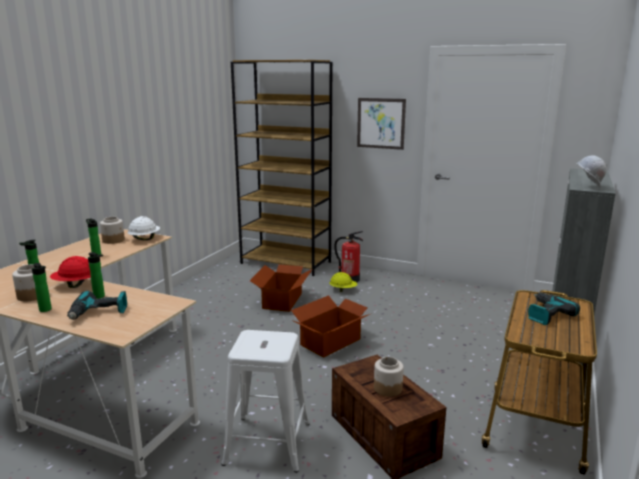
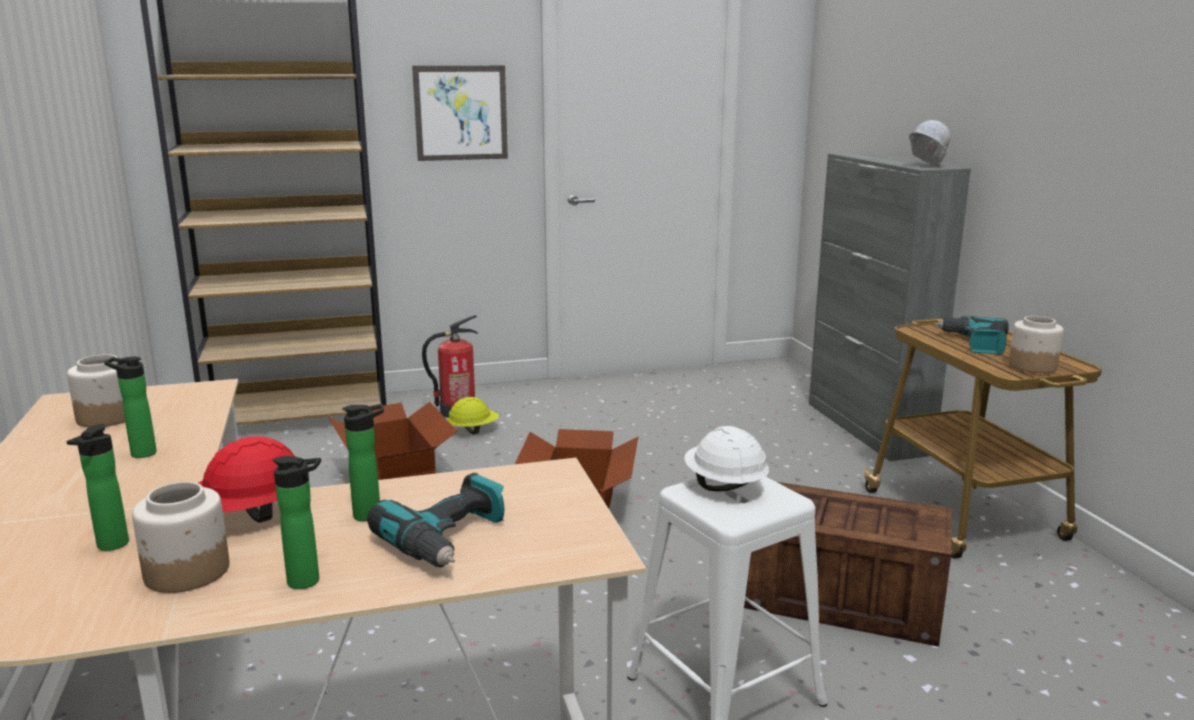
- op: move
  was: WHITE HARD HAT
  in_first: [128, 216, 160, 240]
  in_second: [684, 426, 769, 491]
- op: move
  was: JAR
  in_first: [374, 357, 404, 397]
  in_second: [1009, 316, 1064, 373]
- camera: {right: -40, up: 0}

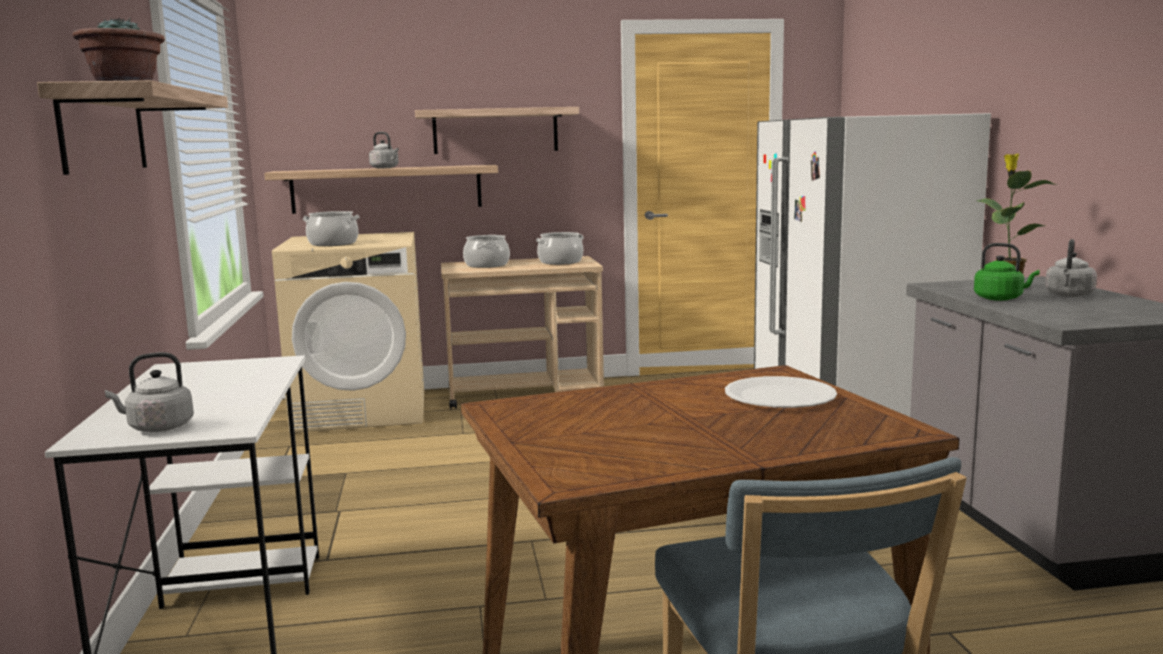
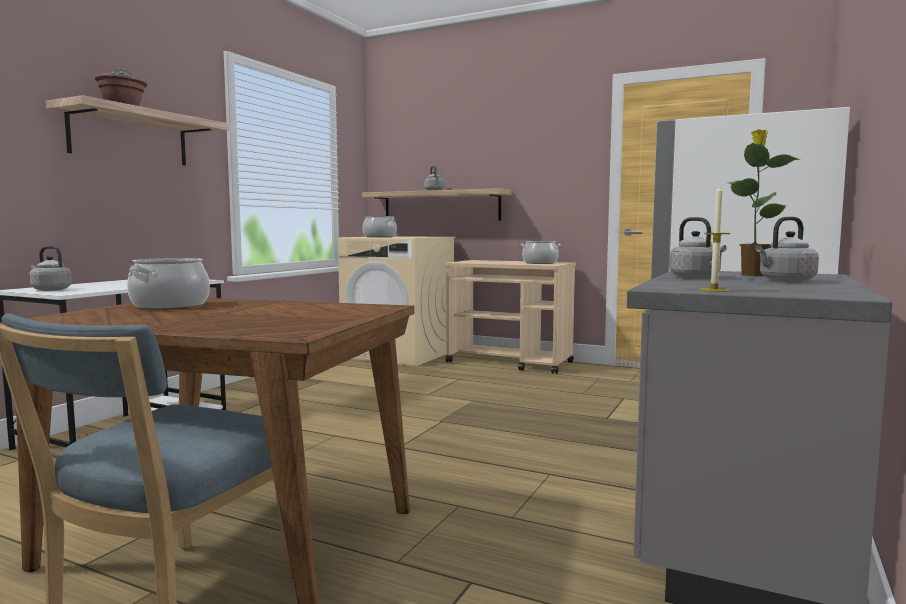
- op: delete
  was: SHELF
  in_first: [415, 107, 579, 154]
- op: move
  was: COOKING POT
  in_first: [463, 235, 510, 268]
  in_second: [127, 258, 210, 309]
- op: recolor
  was: GREEN KETTLE
  now: GREY KETTLE
  in_first: [974, 243, 1040, 301]
  in_second: [669, 217, 727, 279]
- op: delete
  was: WHITE PLATE
  in_first: [725, 376, 837, 408]
- op: insert
  now: CANDLE
  in_second: [699, 184, 730, 292]
- camera: {right: 35, up: -5}

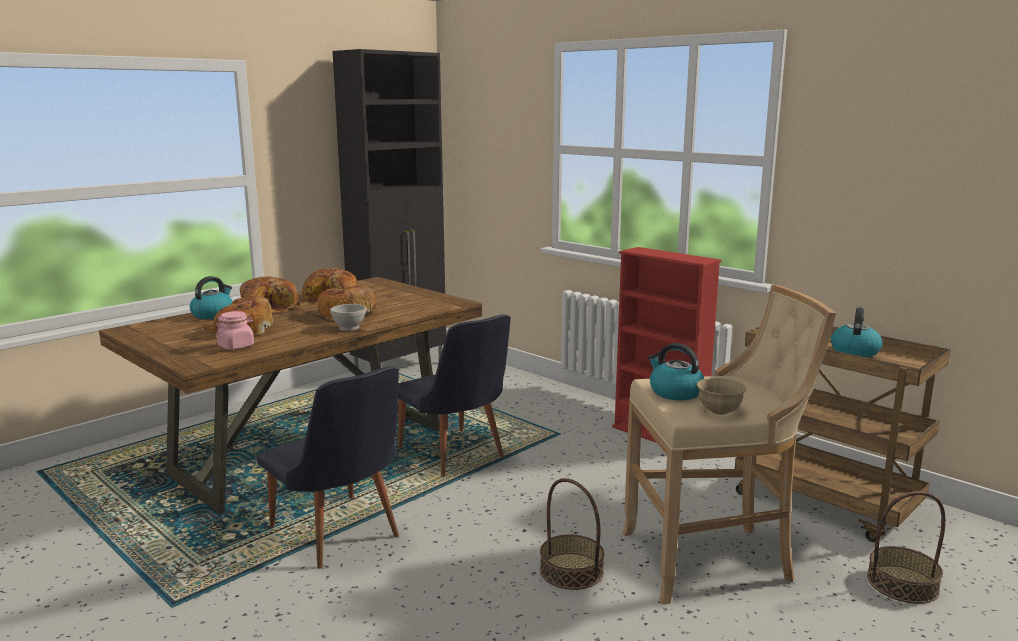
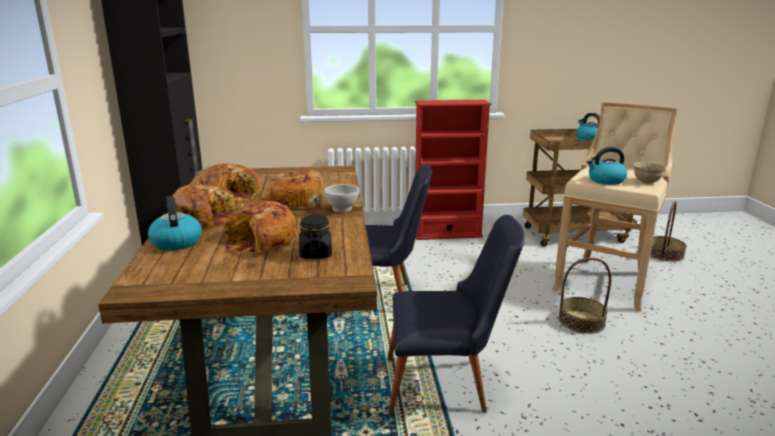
- op: recolor
  was: PINK JAR
  now: BLACK JAR
  in_first: [216, 311, 254, 350]
  in_second: [299, 215, 332, 259]
- camera: {right: -50, up: 5}

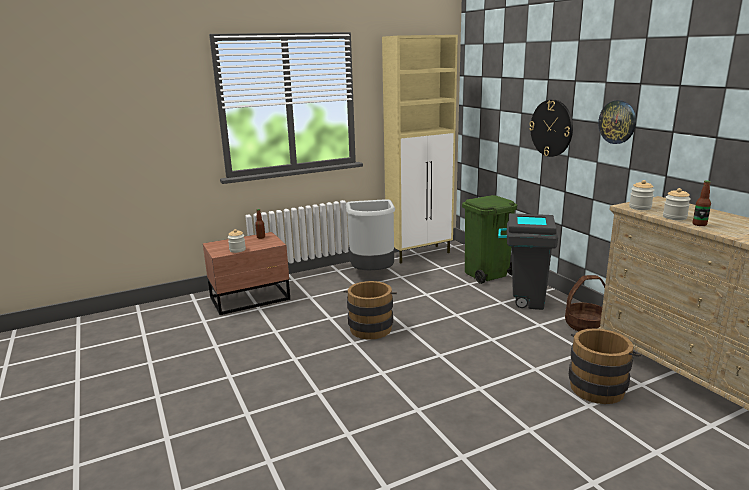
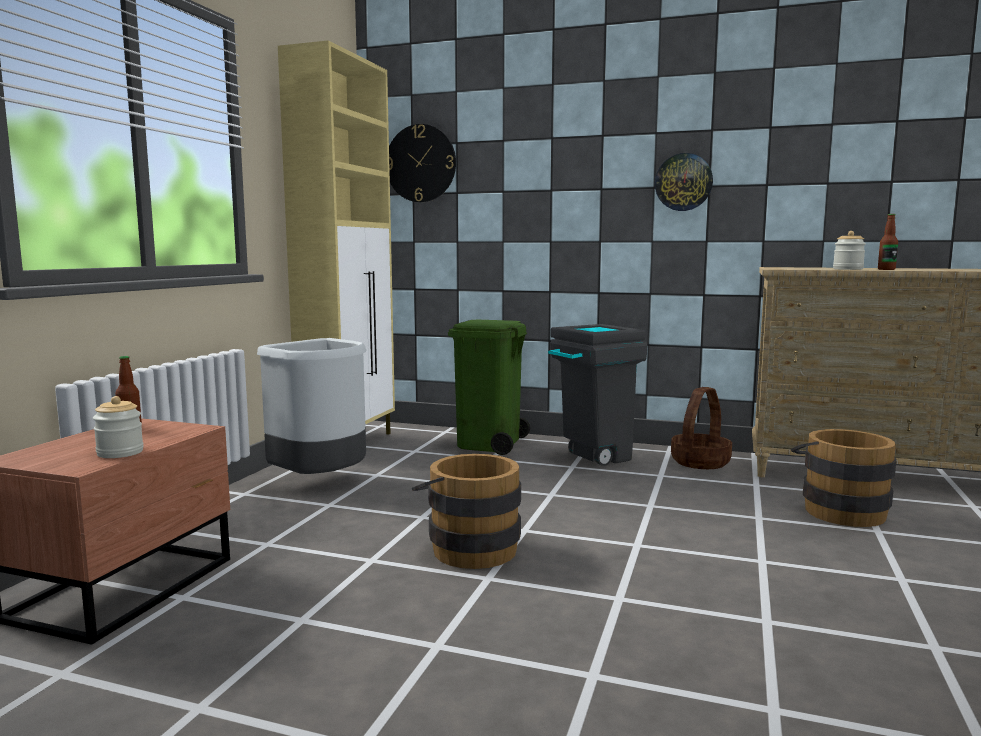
- op: move
  was: WALL CLOCK
  in_first: [529, 100, 573, 157]
  in_second: [389, 124, 456, 202]
- op: delete
  was: JAR
  in_first: [629, 180, 654, 210]
- camera: {right: -45, up: -10}

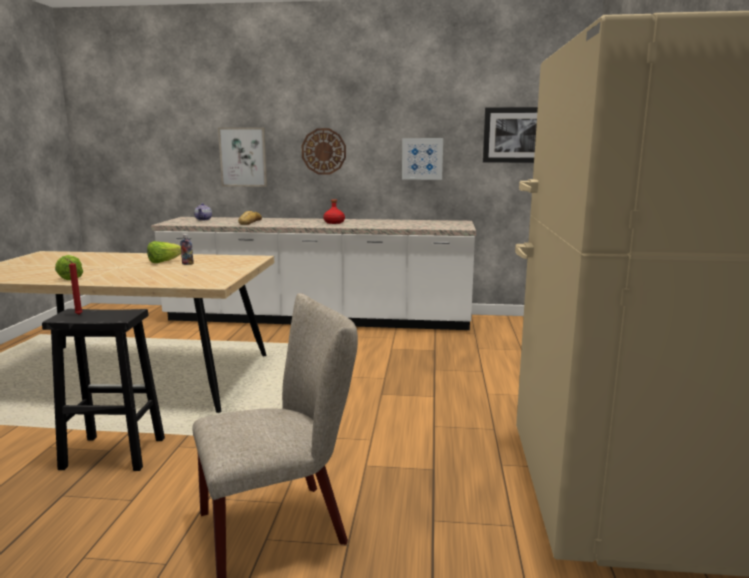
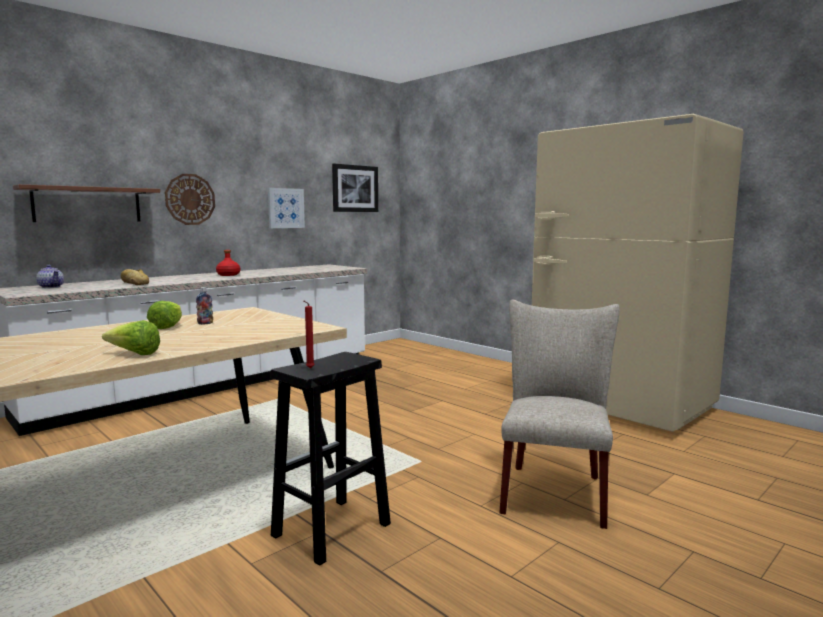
- op: replace
  was: PICTURE
  now: BROWN SHELF
  in_first: [218, 127, 267, 187]
  in_second: [13, 184, 160, 222]
- camera: {right: -50, up: -5}

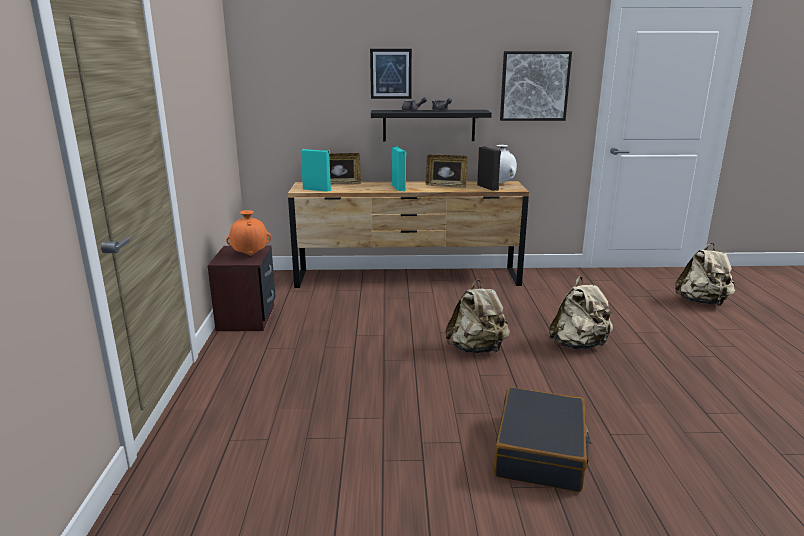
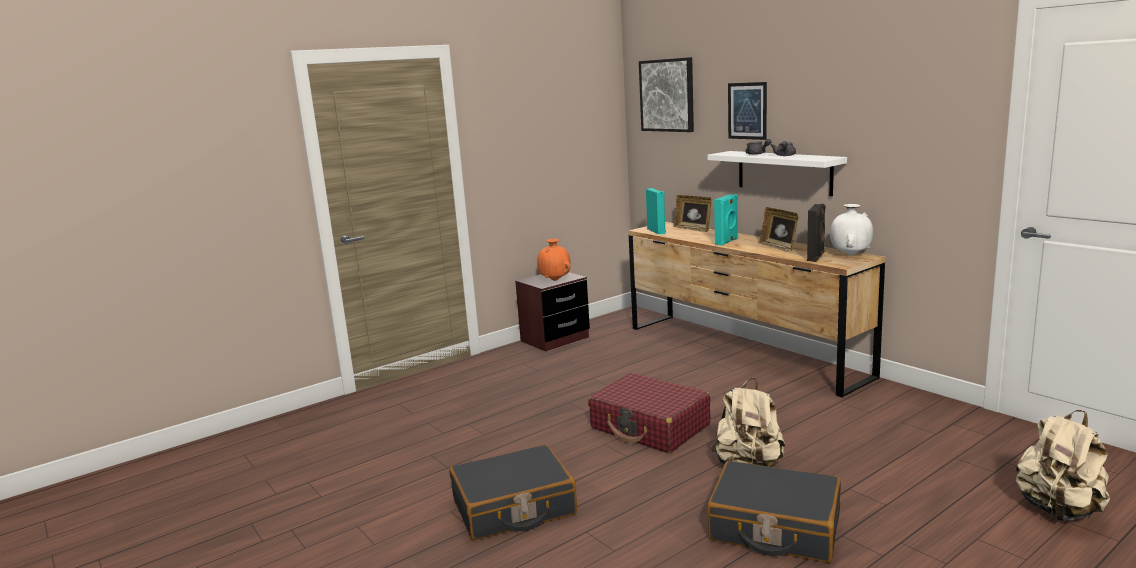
- op: move
  was: PICTURE
  in_first: [500, 51, 572, 121]
  in_second: [639, 57, 694, 132]
- op: recolor
  was: BLACK SHELF
  now: WHITE SHELF
  in_first: [371, 110, 492, 141]
  in_second: [708, 151, 847, 196]
- op: replace
  was: BEIGE BACKPACK
  now: RED SUITCASE
  in_first: [445, 280, 510, 353]
  in_second: [588, 373, 711, 453]
- op: insert
  now: BLACK SUITCASE
  in_second: [707, 461, 841, 563]
- camera: {right: 55, up: -5}

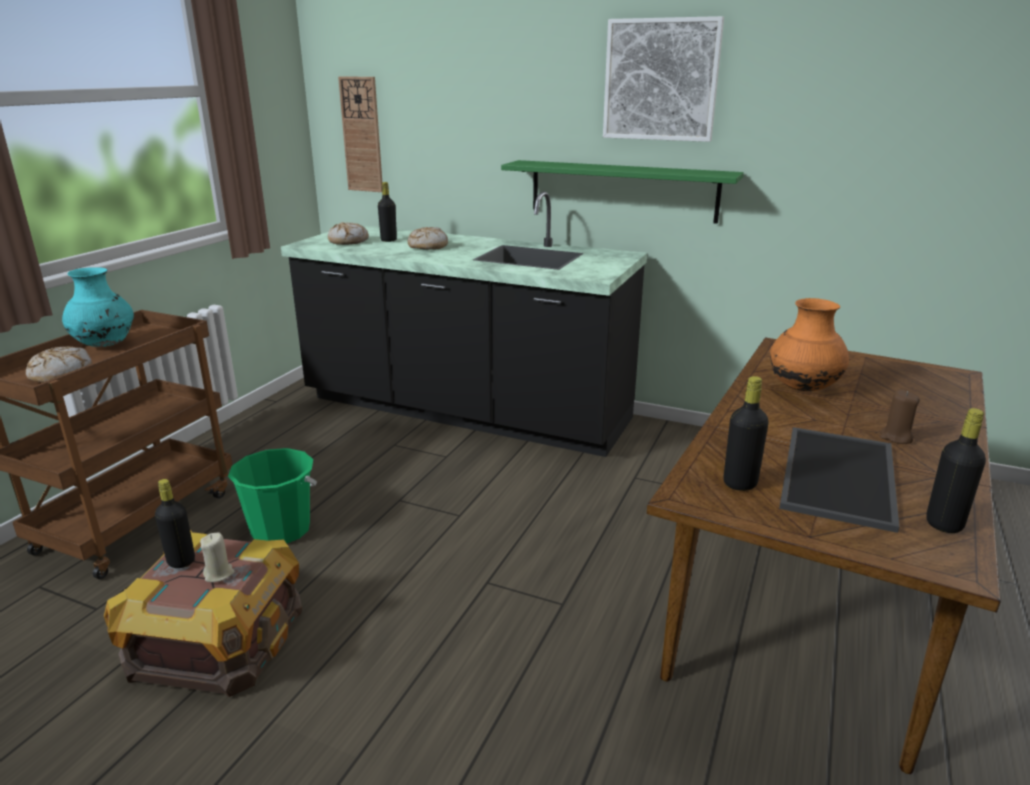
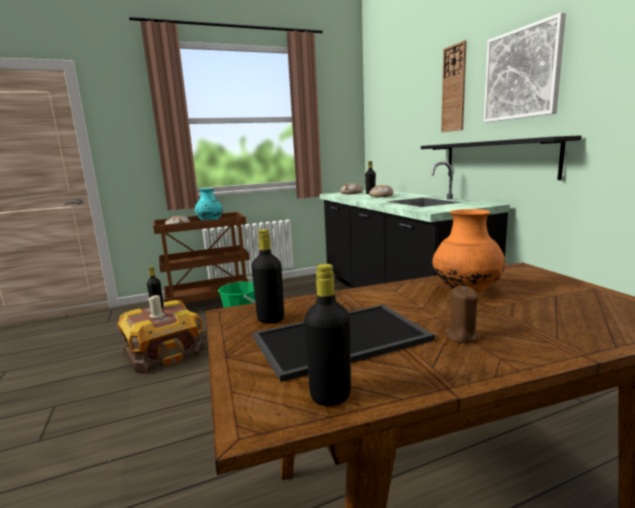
- op: move
  was: WALL CLOCK
  in_first: [338, 76, 382, 192]
  in_second: [441, 40, 467, 132]
- op: recolor
  was: GREEN SHELF
  now: BLACK SHELF
  in_first: [501, 160, 744, 224]
  in_second: [421, 135, 582, 180]
- camera: {right: 45, up: -10}

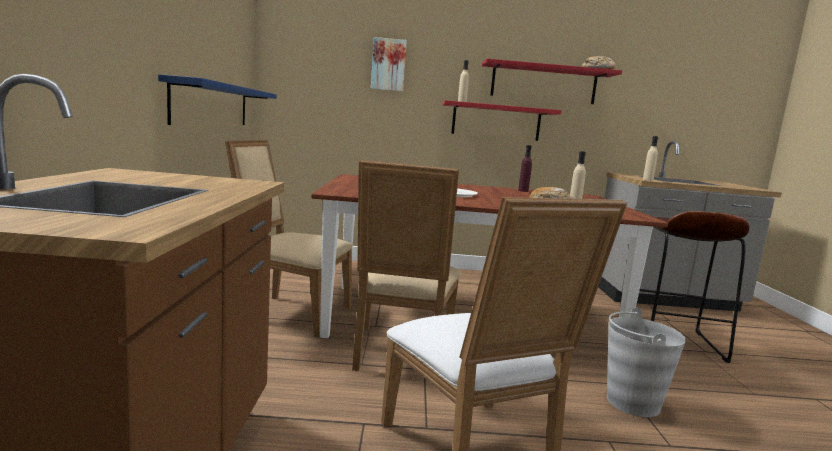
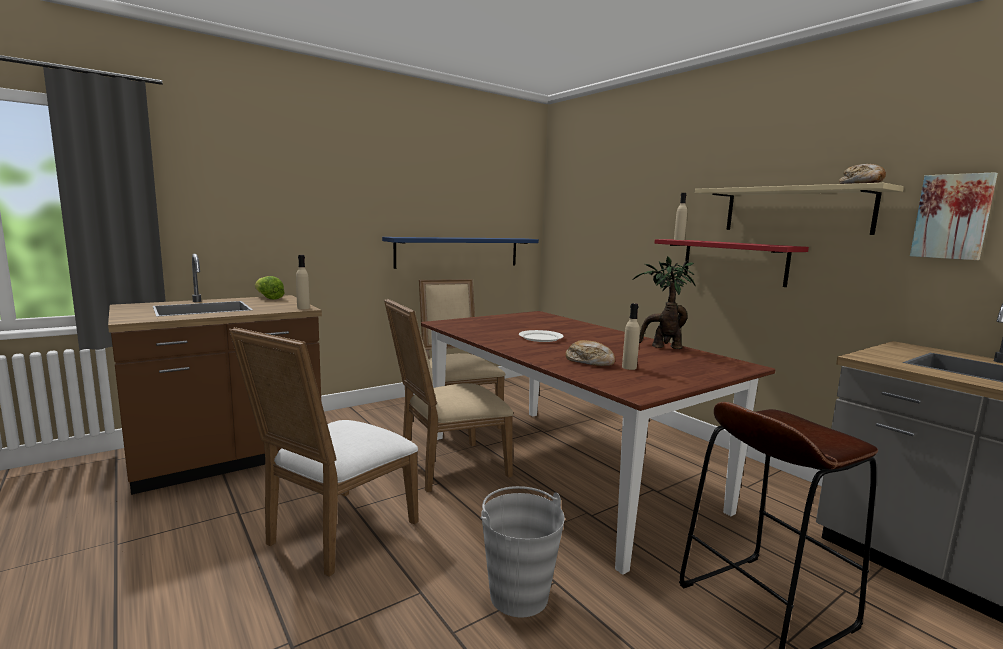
- op: move
  was: PICTURE
  in_first: [371, 37, 407, 92]
  in_second: [910, 172, 998, 260]
- op: recolor
  was: RED SHELF
  now: BEIGE SHELF
  in_first: [482, 59, 622, 104]
  in_second: [695, 183, 904, 235]
- op: move
  was: BEIGE BOTTLE
  in_first: [643, 136, 658, 181]
  in_second: [296, 255, 310, 309]
- op: replace
  was: PURPLE BOTTLE
  now: POTTED PLANT
  in_first: [518, 145, 532, 192]
  in_second: [633, 256, 696, 349]
- op: insert
  now: LETTUCE
  in_second: [255, 276, 284, 300]
- camera: {right: 55, up: 0}

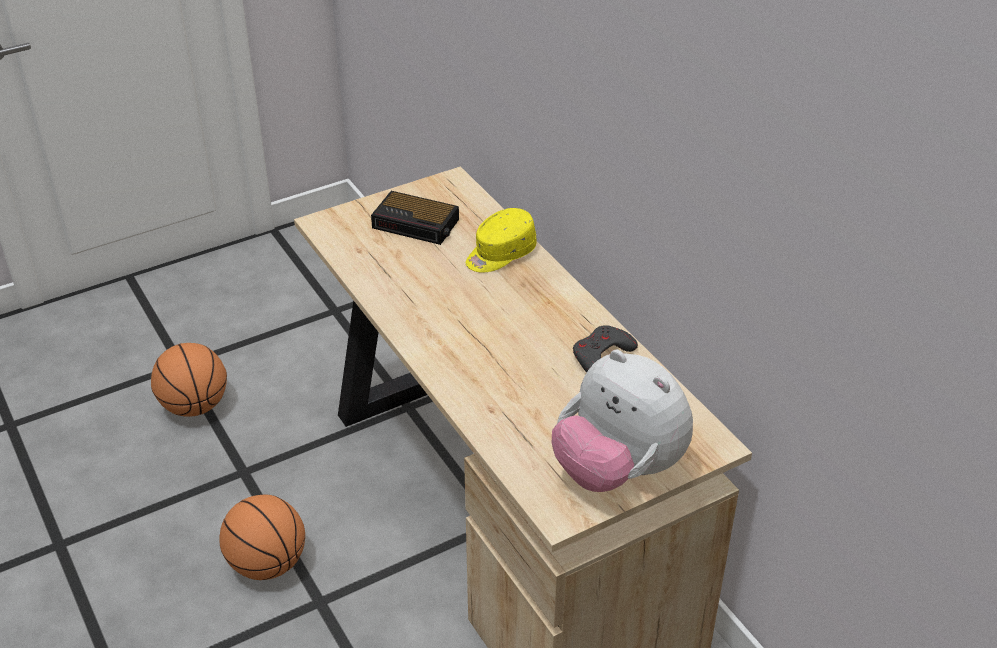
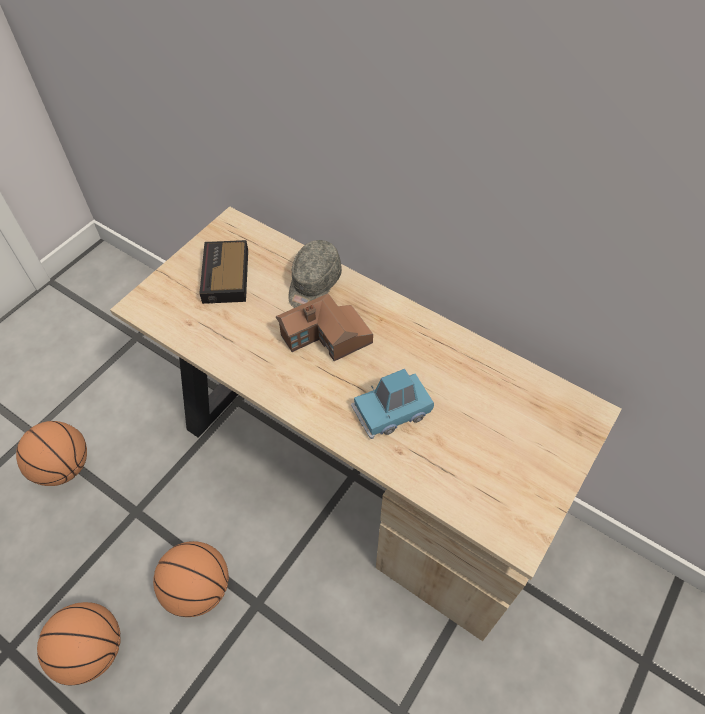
- op: rotate
  was: ALARM CLOCK
  in_first: [371, 191, 459, 245]
  in_second: [199, 240, 248, 304]
  clockwise: 90
- op: recolor
  was: YELLOW CAP
  now: GREY CAP
  in_first: [466, 208, 537, 272]
  in_second: [288, 240, 342, 308]
- op: delete
  was: GREY GAME CONTROLLER
  in_first: [573, 325, 638, 373]
- op: delete
  was: PLUSH TOY
  in_first: [552, 350, 693, 492]
- op: insert
  now: TOY HOUSE
  in_second: [276, 293, 373, 361]
- op: insert
  now: BLUE TOY CAR
  in_second: [351, 369, 434, 439]
- op: insert
  now: BASKETBALL
  in_second: [37, 602, 121, 685]
- camera: {right: -25, up: 15}

